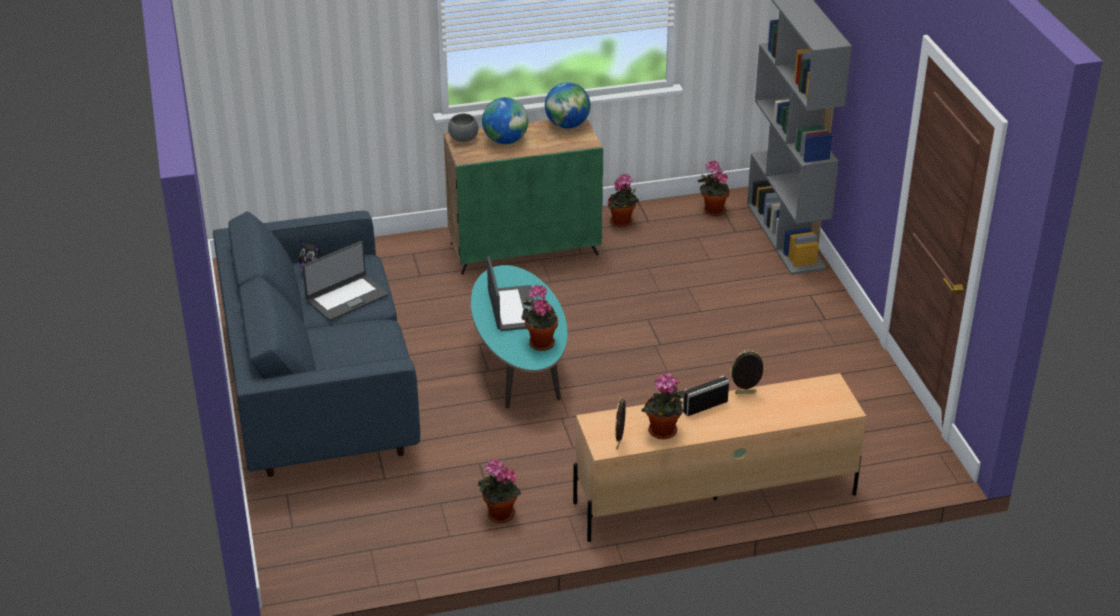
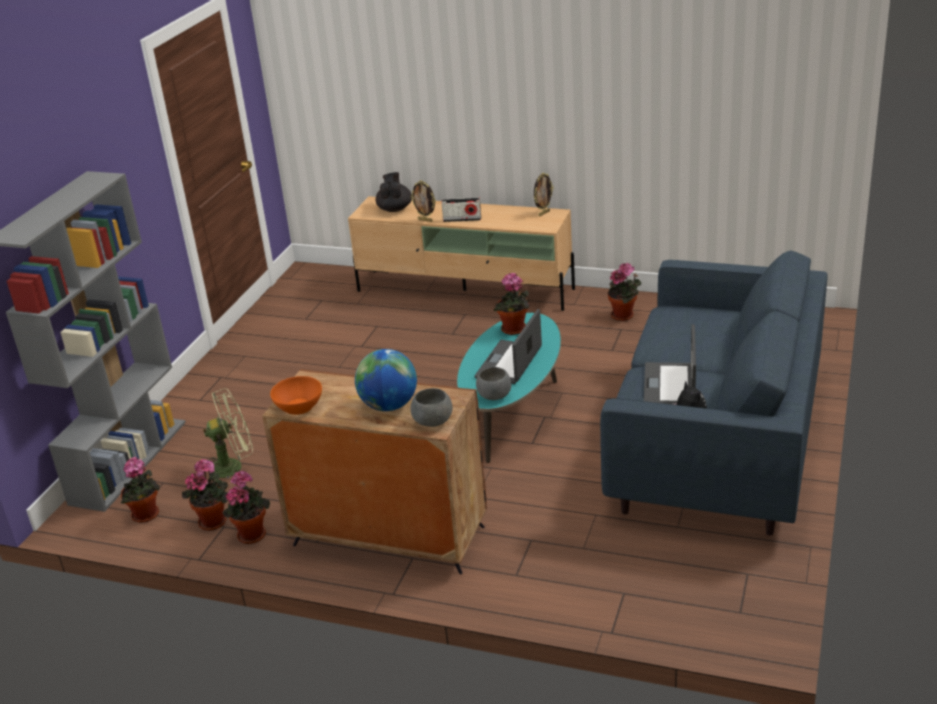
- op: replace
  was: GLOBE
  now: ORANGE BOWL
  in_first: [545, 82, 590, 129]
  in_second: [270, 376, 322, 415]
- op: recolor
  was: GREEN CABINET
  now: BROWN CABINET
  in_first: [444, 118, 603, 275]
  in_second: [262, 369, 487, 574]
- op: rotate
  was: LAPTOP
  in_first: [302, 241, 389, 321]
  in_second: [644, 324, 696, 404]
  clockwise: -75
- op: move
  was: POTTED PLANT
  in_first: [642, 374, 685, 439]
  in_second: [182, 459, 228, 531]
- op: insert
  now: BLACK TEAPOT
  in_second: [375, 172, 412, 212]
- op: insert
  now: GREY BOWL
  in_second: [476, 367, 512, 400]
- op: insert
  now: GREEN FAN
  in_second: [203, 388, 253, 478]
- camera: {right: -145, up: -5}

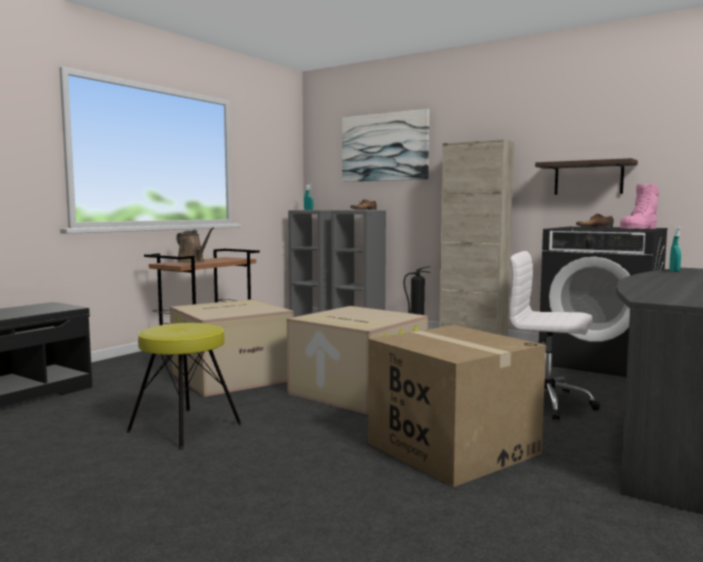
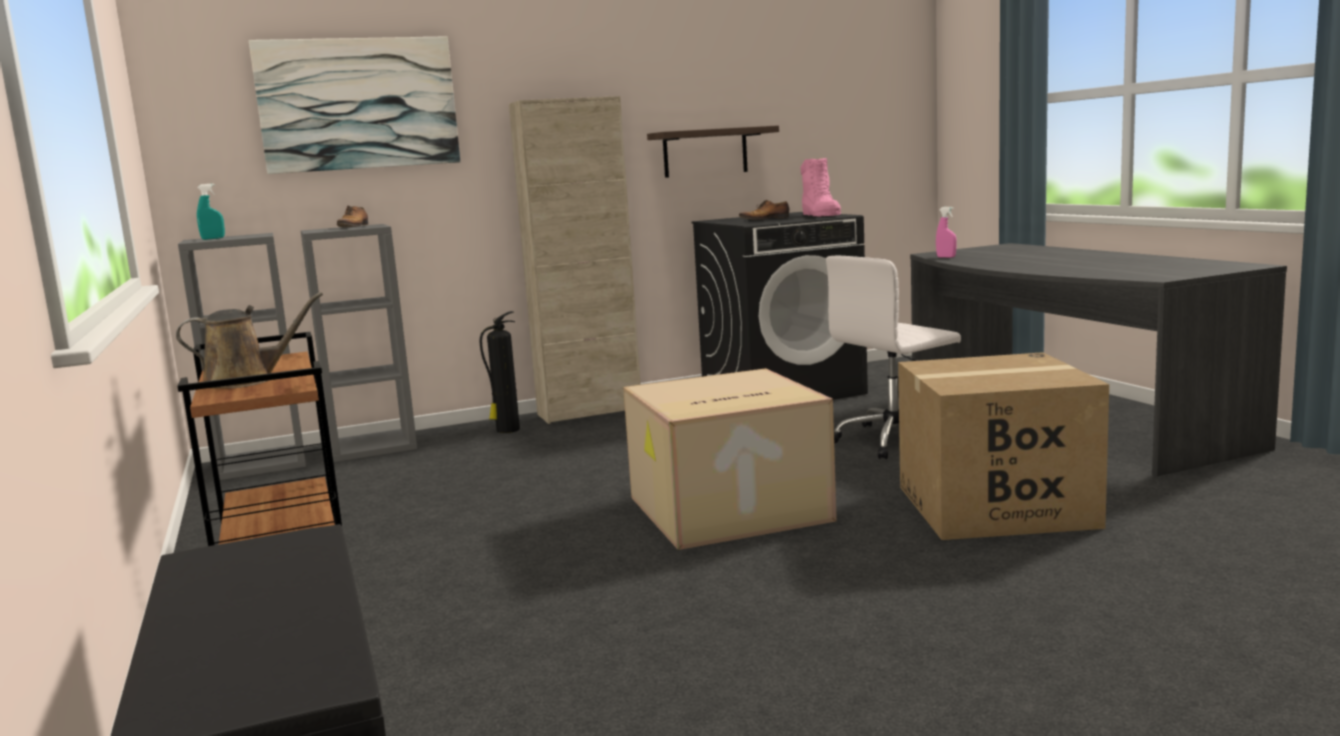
- op: recolor
  was: TURQUOISE SPRAY BOTTLE
  now: PINK SPRAY BOTTLE
  in_first: [669, 227, 681, 272]
  in_second: [936, 207, 957, 258]
- op: delete
  was: CARDBOARD BOX
  in_first: [170, 299, 294, 397]
- op: delete
  was: YELLOW STOOL
  in_first: [126, 323, 241, 450]
- camera: {right: -55, up: 5}

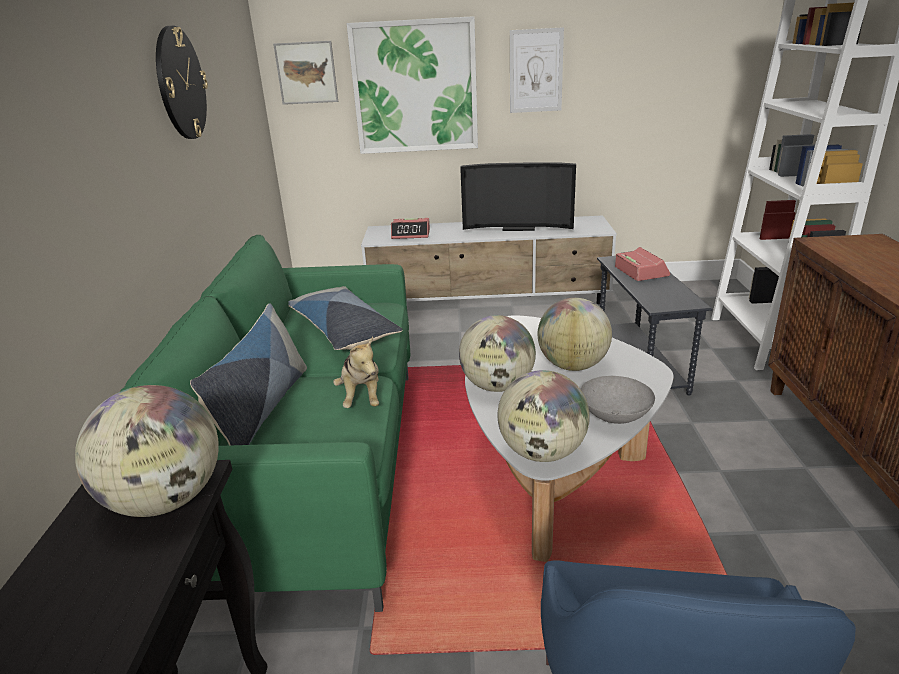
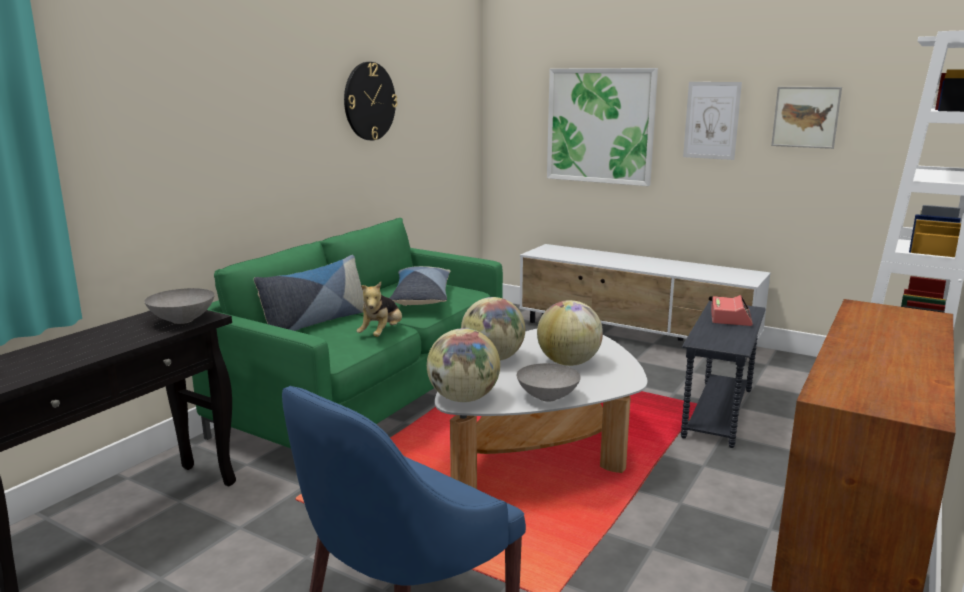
- op: move
  was: PICTURE
  in_first: [273, 41, 338, 105]
  in_second: [771, 87, 842, 149]
- op: delete
  was: TELEVISION
  in_first: [460, 162, 576, 231]
- op: delete
  was: ALARM CLOCK
  in_first: [391, 218, 430, 239]
- op: replace
  was: GLOBE
  now: GREY BOWL
  in_first: [75, 385, 219, 517]
  in_second: [144, 288, 215, 324]
- camera: {right: 30, up: -10}

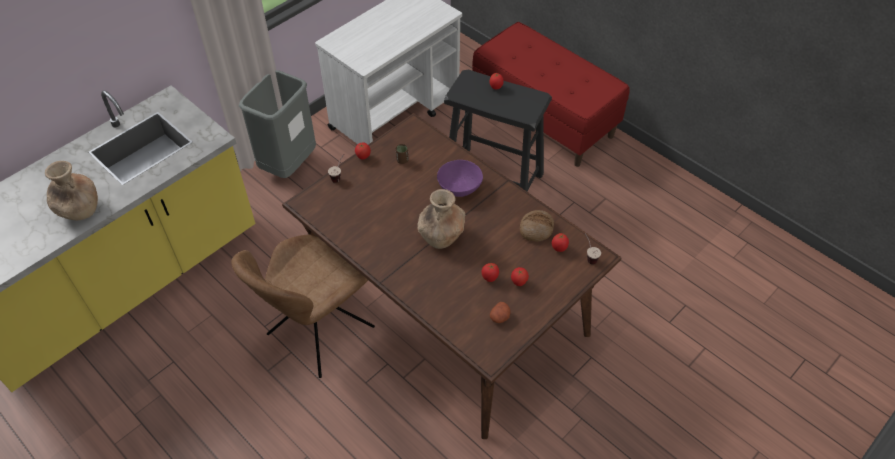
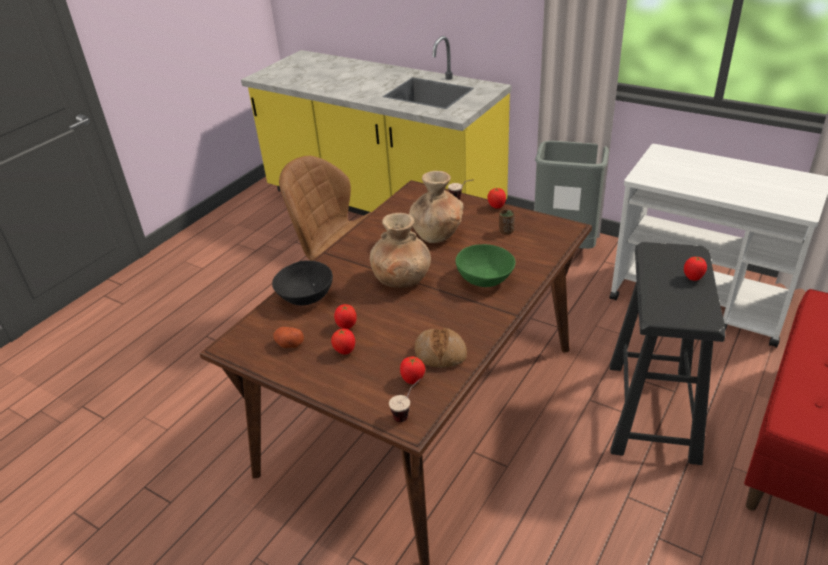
- op: recolor
  was: PURPLE BOWL
  now: GREEN BOWL
  in_first: [437, 160, 483, 197]
  in_second: [456, 244, 515, 287]
- op: move
  was: BROWN VASE
  in_first: [45, 161, 98, 220]
  in_second: [409, 171, 464, 243]
- op: insert
  now: BLACK BOWL
  in_second: [272, 261, 333, 305]
- camera: {right: 80, up: -15}

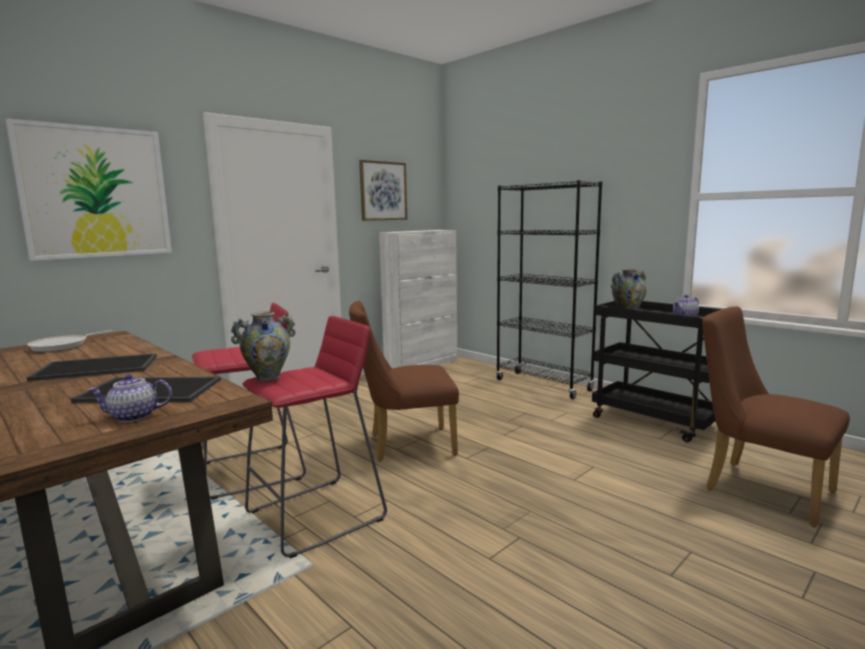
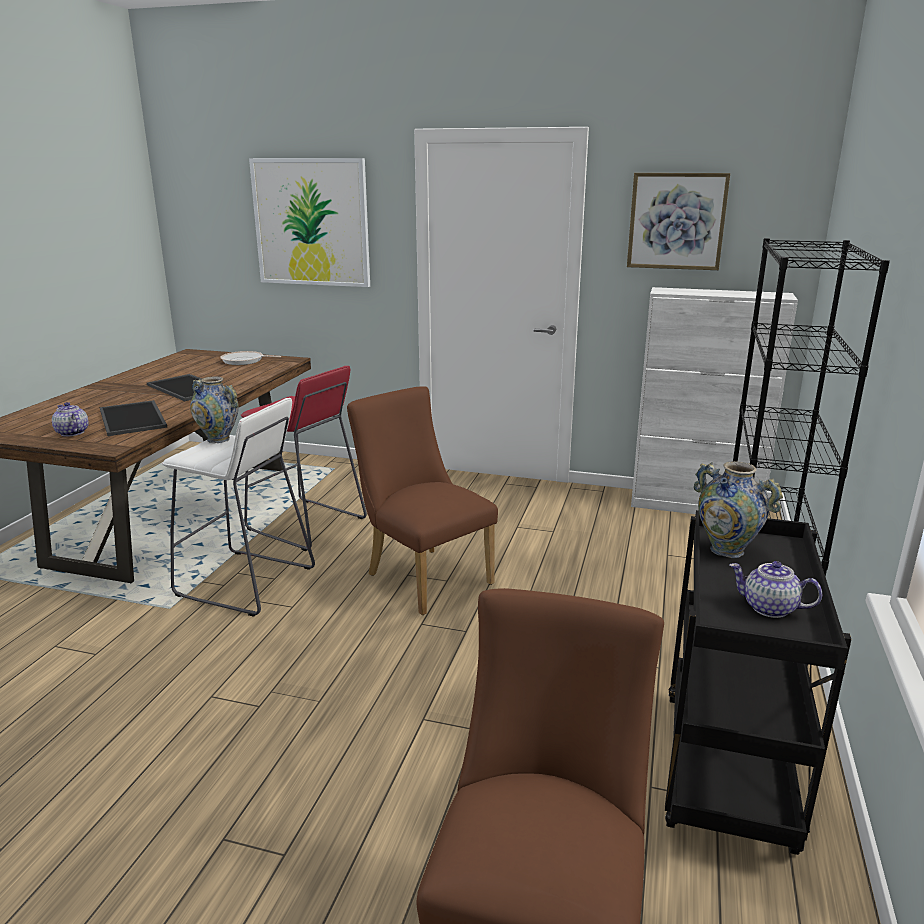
- op: recolor
  was: RED STOOL
  now: WHITE STOOL
  in_first: [242, 316, 387, 558]
  in_second: [162, 398, 315, 617]
- camera: {right: 60, up: 10}

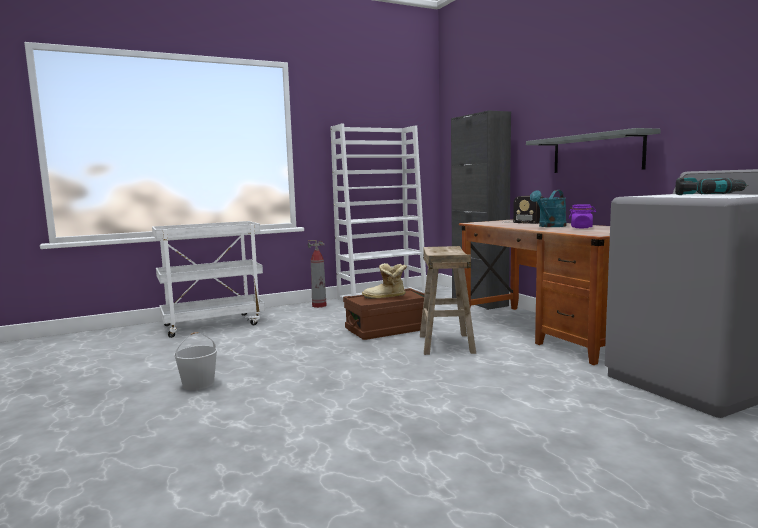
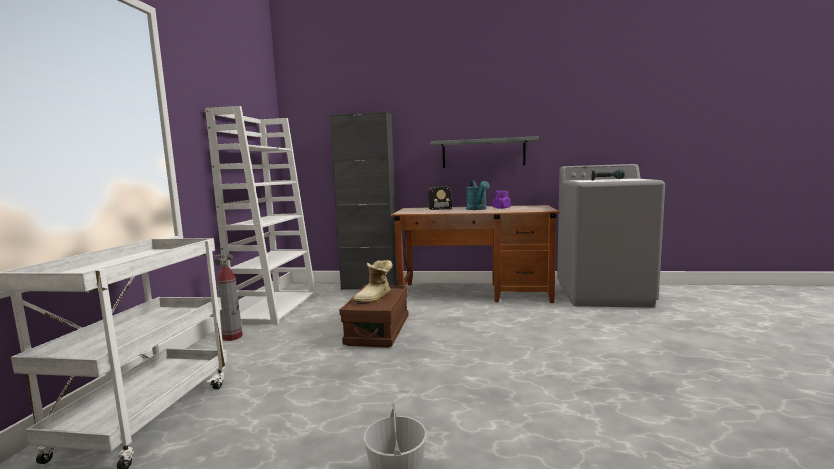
- op: delete
  was: BEIGE STOOL
  in_first: [420, 246, 476, 355]
- camera: {right: -55, up: 0}

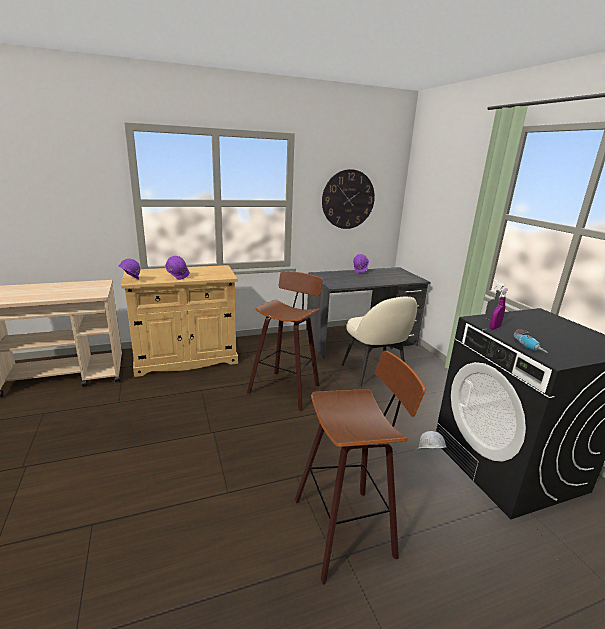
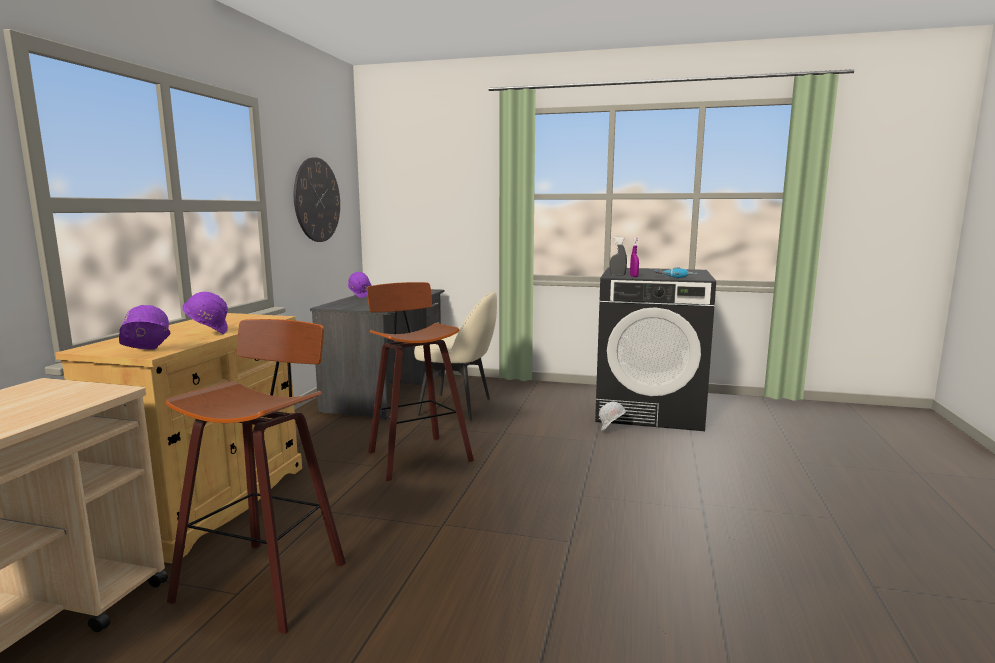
- op: move
  was: STOOL
  in_first: [295, 351, 425, 585]
  in_second: [166, 319, 346, 634]
- camera: {right: -55, up: -10}

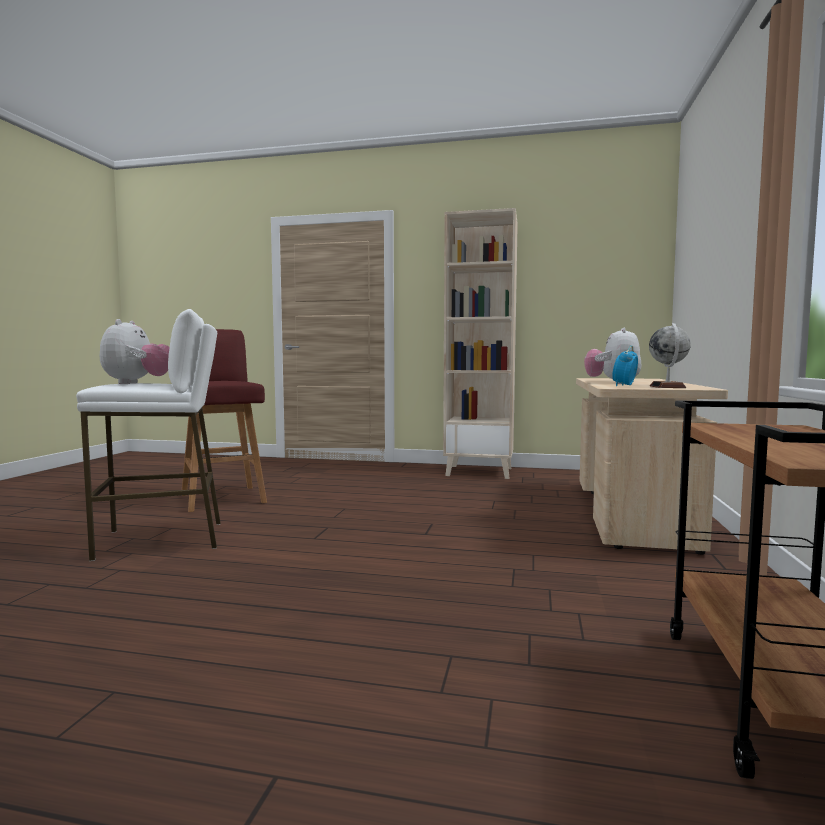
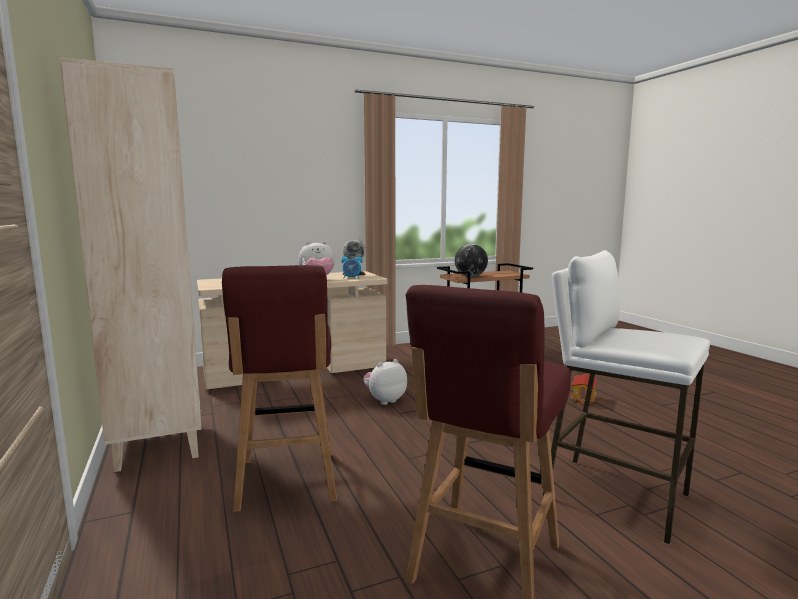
- op: move
  was: PLUSH TOY
  in_first: [100, 319, 170, 384]
  in_second: [363, 359, 407, 405]
- op: insert
  now: GLOBE
  in_second: [455, 244, 488, 277]
- op: insert
  now: RED STOOL
  in_second: [222, 265, 337, 512]
- op: insert
  now: TOY HOUSE
  in_second: [571, 374, 597, 404]
- camera: {right: -125, up: 5}

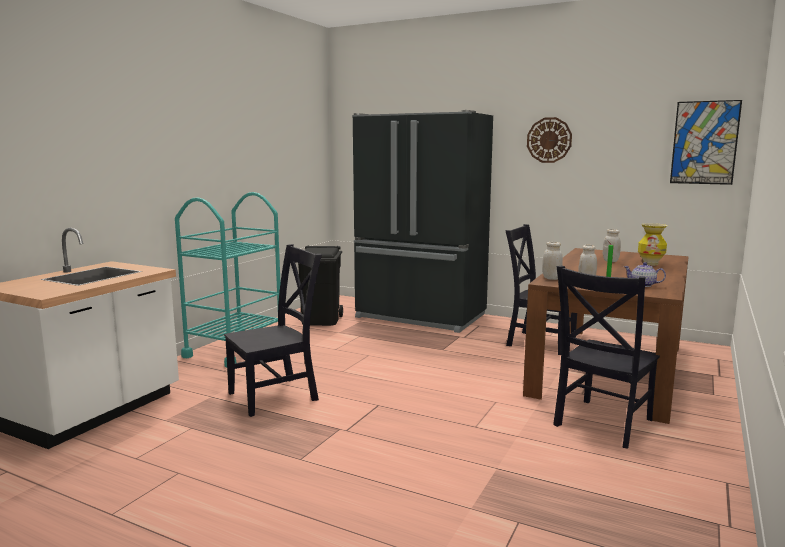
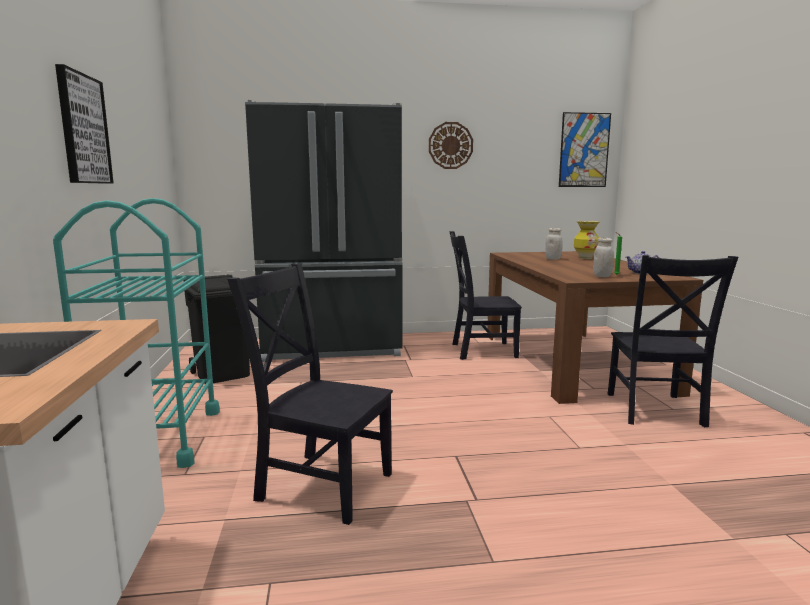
- op: delete
  was: WHITE JAR
  in_first: [542, 242, 563, 280]
- op: rotate
  was: BLACK CHAIR
  in_first: [224, 244, 322, 417]
  in_second: [227, 263, 393, 525]
  clockwise: -90
- op: insert
  now: PICTURE
  in_second: [55, 64, 114, 184]
- camera: {right: -35, up: 0}

